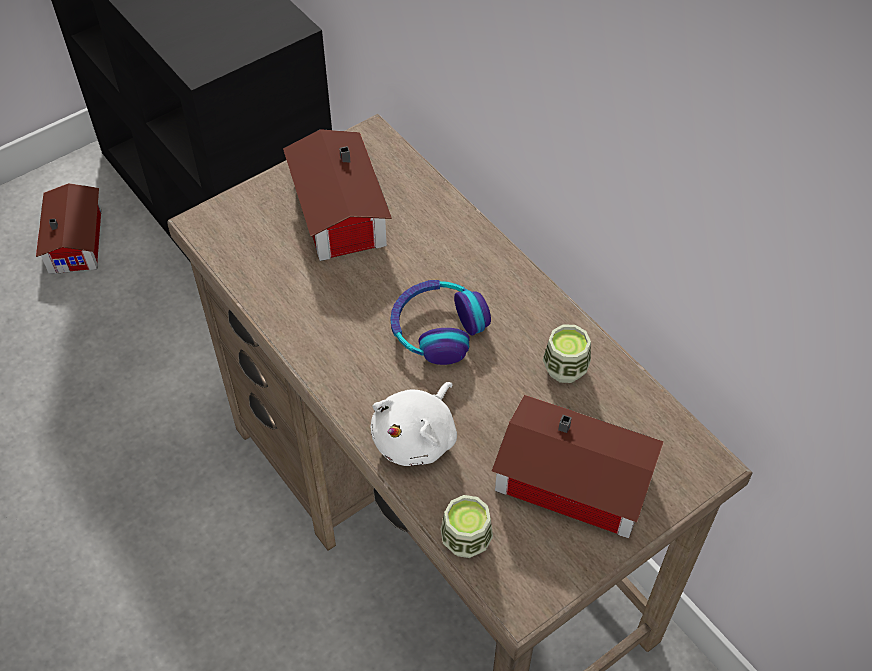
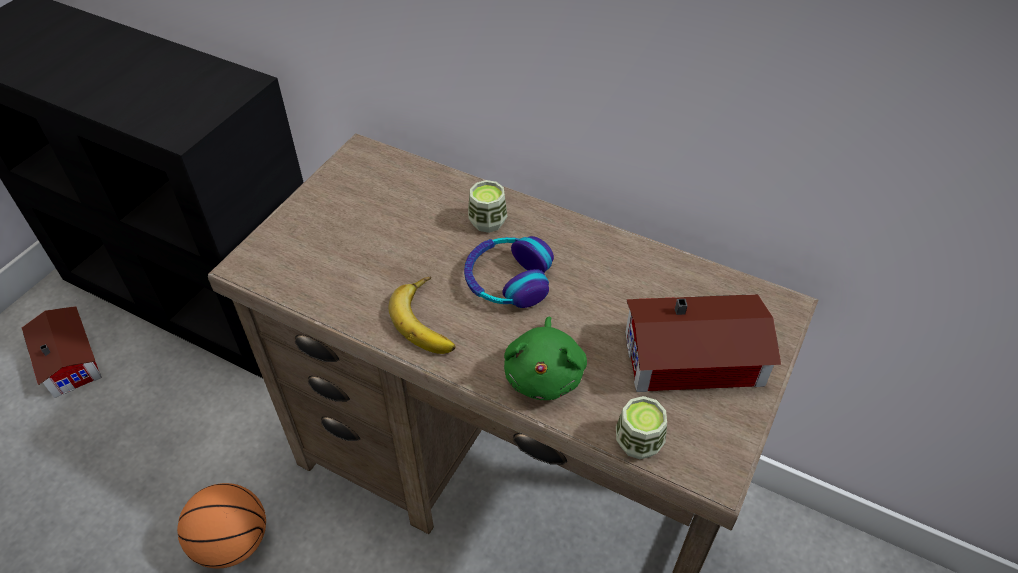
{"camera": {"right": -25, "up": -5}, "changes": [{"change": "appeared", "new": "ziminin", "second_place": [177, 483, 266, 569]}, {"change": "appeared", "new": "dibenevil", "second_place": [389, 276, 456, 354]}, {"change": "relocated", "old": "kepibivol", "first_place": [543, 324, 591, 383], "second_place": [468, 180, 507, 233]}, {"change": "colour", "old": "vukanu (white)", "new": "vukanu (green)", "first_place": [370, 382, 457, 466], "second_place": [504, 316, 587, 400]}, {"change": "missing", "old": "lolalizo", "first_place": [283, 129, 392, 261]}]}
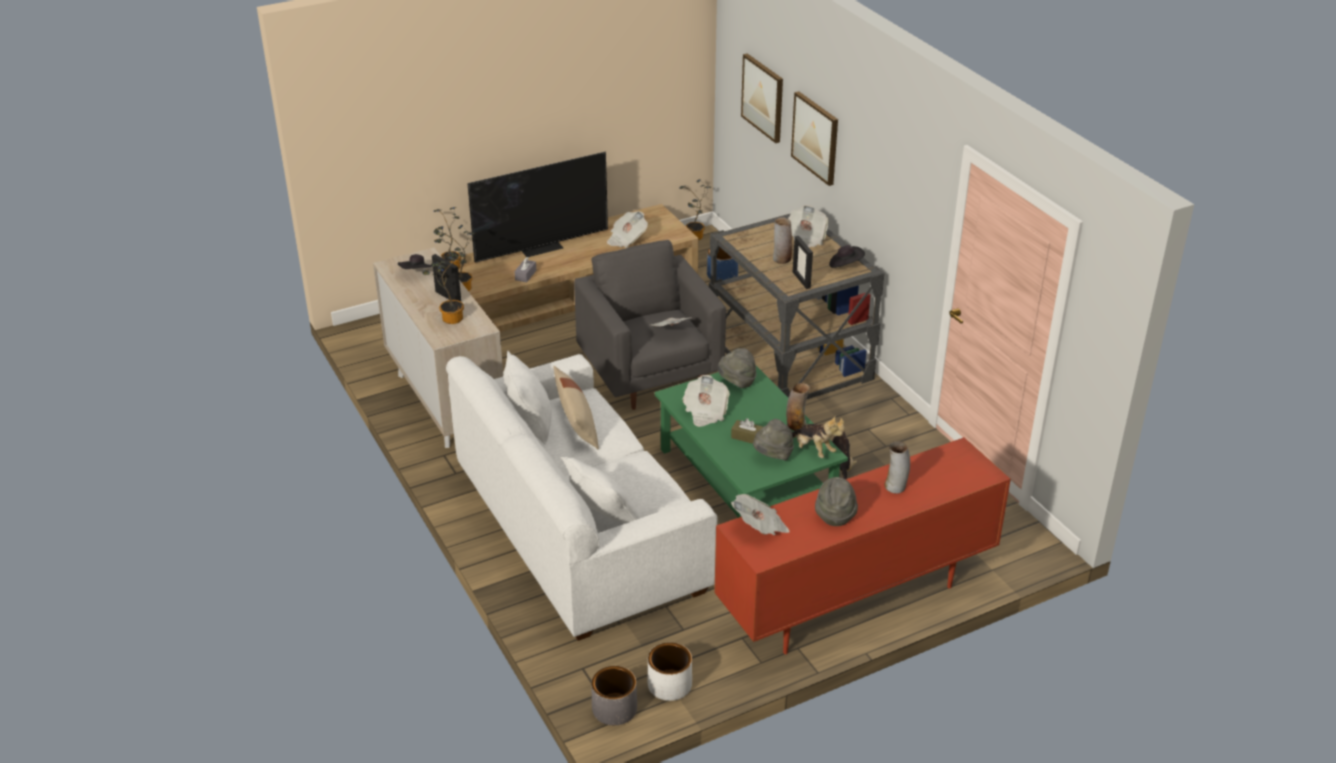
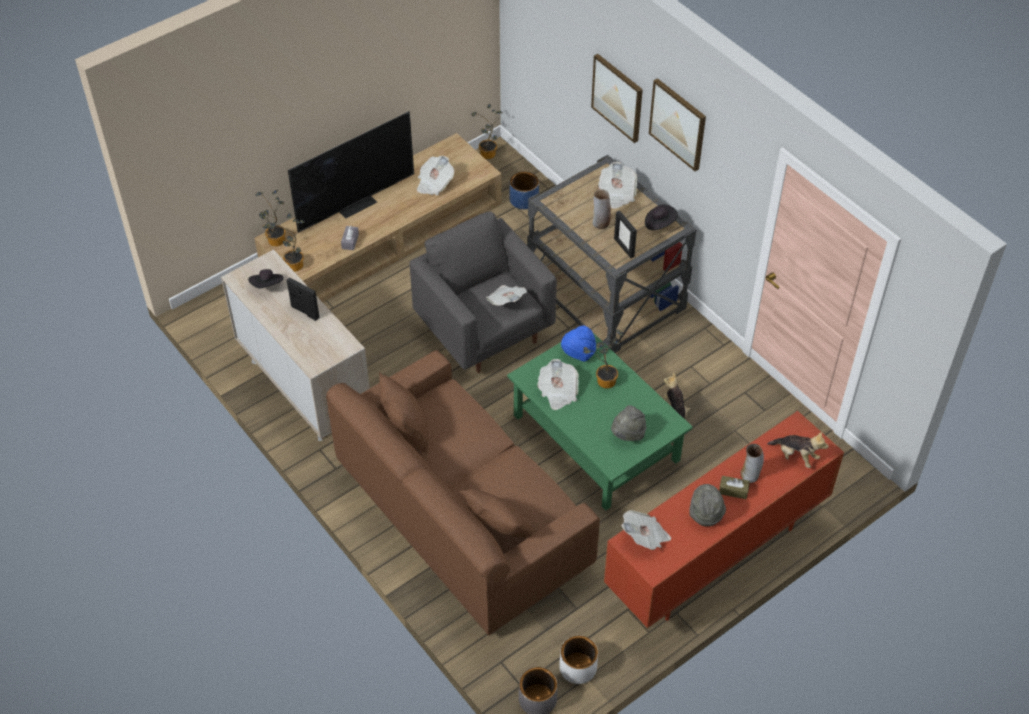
{"camera": {"right": -10, "up": 15}, "changes": [{"change": "colour", "old": "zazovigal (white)", "new": "zazovigal (brown)", "first_place": [446, 351, 717, 641], "second_place": [326, 350, 600, 635]}, {"change": "colour", "old": "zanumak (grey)", "new": "zanumak (blue)", "first_place": [718, 348, 756, 388], "second_place": [561, 326, 596, 362]}, {"change": "relocated", "old": "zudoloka", "first_place": [423, 252, 466, 324], "second_place": [583, 329, 623, 389]}, {"change": "relocated", "old": "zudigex", "first_place": [741, 53, 783, 143], "second_place": [649, 78, 706, 171]}, {"change": "relocated", "old": "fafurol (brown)", "first_place": [731, 418, 763, 444], "second_place": [719, 476, 750, 499]}, {"change": "relocated", "old": "vukanu", "first_place": [792, 416, 842, 458], "second_place": [767, 431, 829, 468]}, {"change": "missing", "old": "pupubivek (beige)", "first_place": [553, 366, 599, 449]}, {"change": "missing", "old": "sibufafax", "first_place": [786, 383, 810, 431]}]}
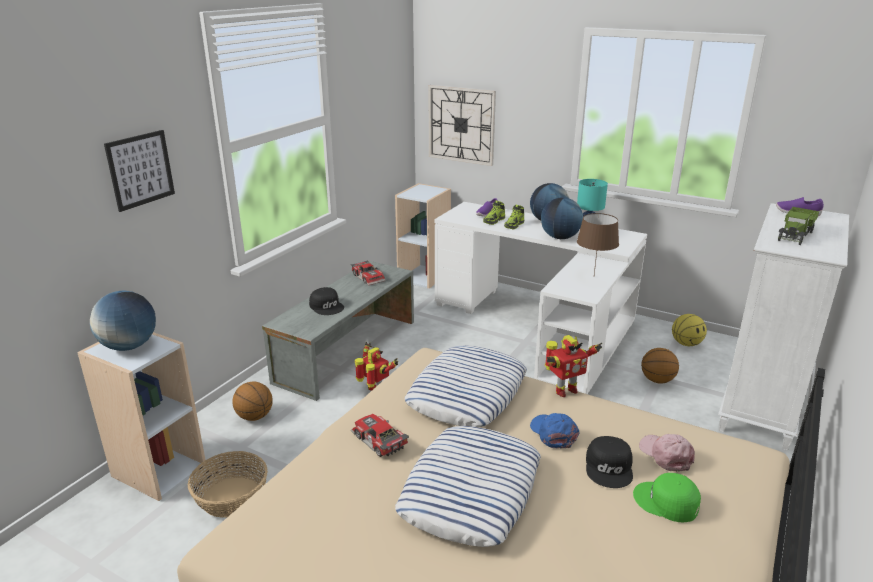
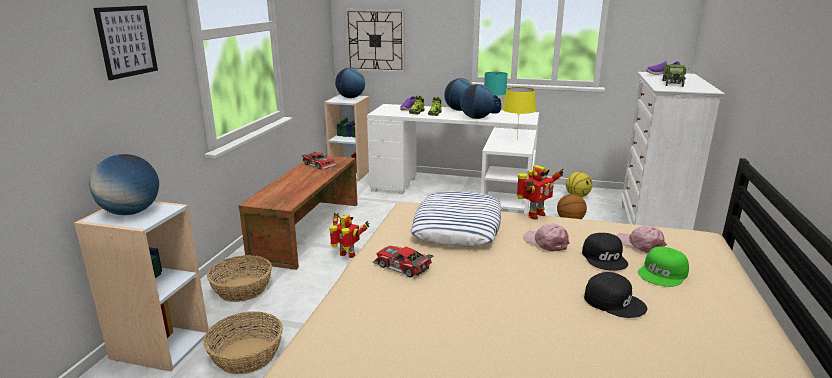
{"camera": {"right": -15, "up": -5}, "changes": [{"change": "exchanged", "old": "ziminin", "new": "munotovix", "first_place": [232, 382, 273, 421], "second_place": [207, 255, 272, 302]}, {"change": "colour", "old": "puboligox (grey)", "new": "puboligox (brown)", "first_place": [262, 261, 414, 401], "second_place": [238, 155, 358, 270]}, {"change": "appeared", "new": "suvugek", "second_place": [335, 68, 365, 98]}, {"change": "colour", "old": "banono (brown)", "new": "banono (yellow)", "first_place": [577, 213, 619, 275], "second_place": [502, 87, 536, 138]}, {"change": "colour", "old": "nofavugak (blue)", "new": "nofavugak (pink)", "first_place": [530, 413, 579, 449], "second_place": [523, 224, 569, 252]}, {"change": "relocated", "old": "nofavugak (black)", "first_place": [309, 287, 344, 315], "second_place": [584, 272, 647, 318]}, {"change": "spun", "old": "nofavugak (green)", "first_place": [633, 473, 701, 522], "second_place": [638, 247, 689, 287], "degrees": -60}, {"change": "missing", "old": "pupubivek", "first_place": [395, 426, 541, 547]}]}
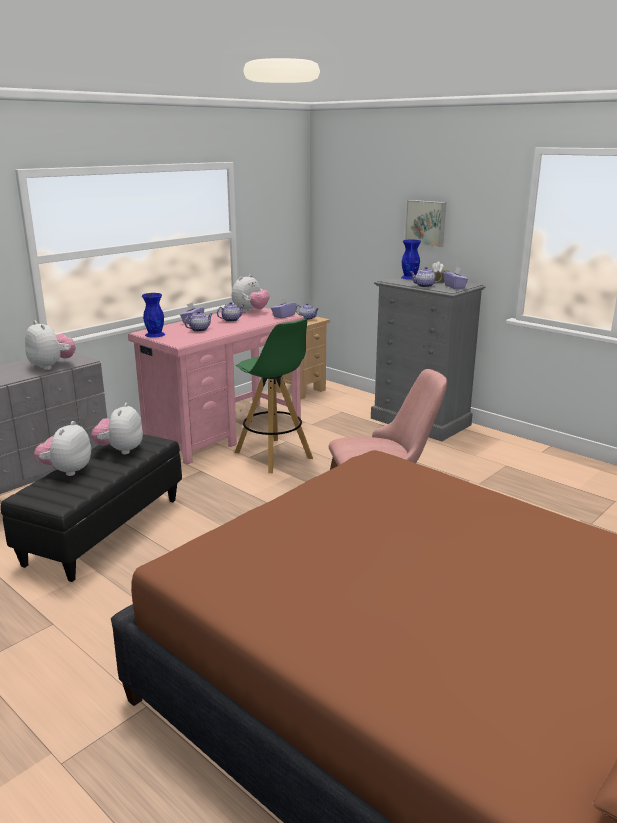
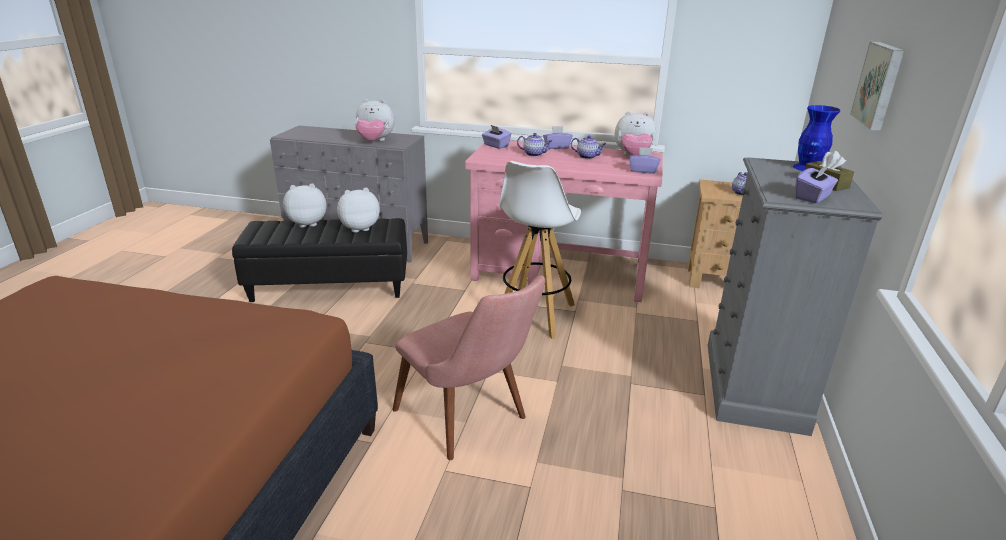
{"camera": {"right": 60, "up": 5}, "changes": [{"change": "spun", "old": "vukanu", "first_place": [25, 321, 76, 370], "second_place": [355, 99, 395, 141], "degrees": 75}, {"change": "exchanged", "old": "sibufafax (blue)", "new": "fafurol (purple)", "first_place": [142, 293, 165, 338], "second_place": [482, 125, 511, 149]}, {"change": "colour", "old": "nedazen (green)", "new": "nedazen (white)", "first_place": [235, 318, 313, 473], "second_place": [500, 161, 581, 339]}, {"change": "missing", "old": "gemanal", "first_place": [410, 267, 442, 287]}]}
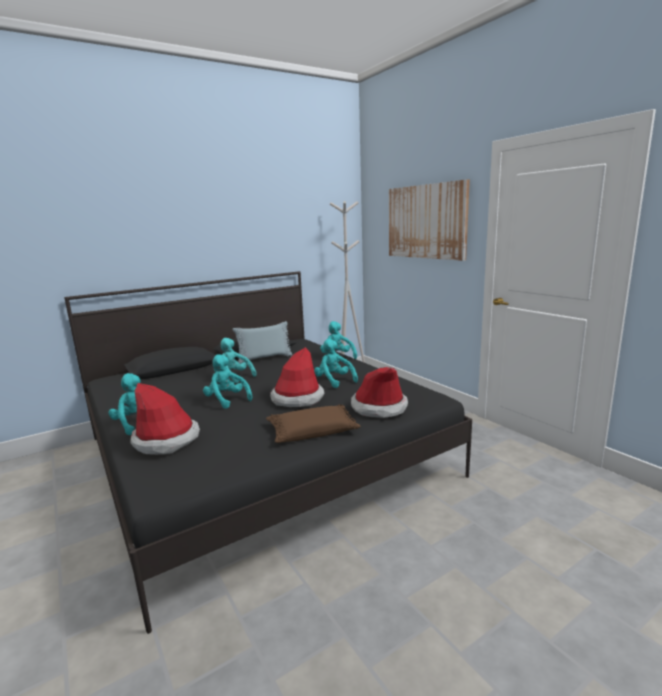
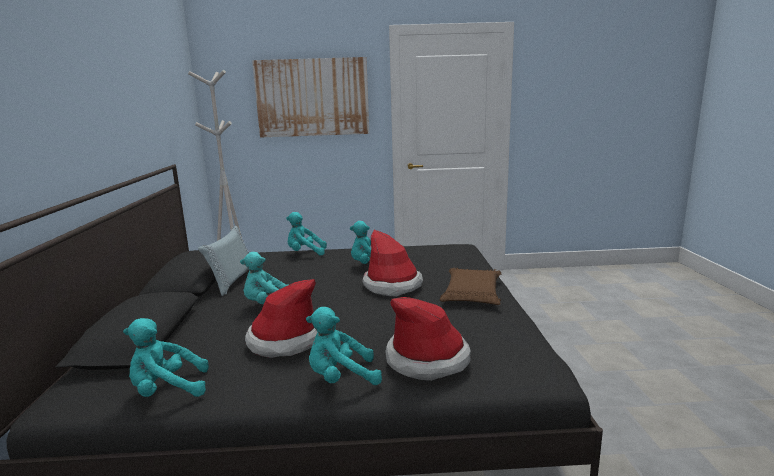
{"camera": {"right": -60, "up": 0}, "changes": [{"change": "relocated", "old": "vukanu (turquoise)", "first_place": [203, 354, 252, 409], "second_place": [123, 318, 209, 397]}, {"change": "relocated", "old": "zanumak", "first_place": [351, 367, 408, 418], "second_place": [245, 279, 317, 358]}]}
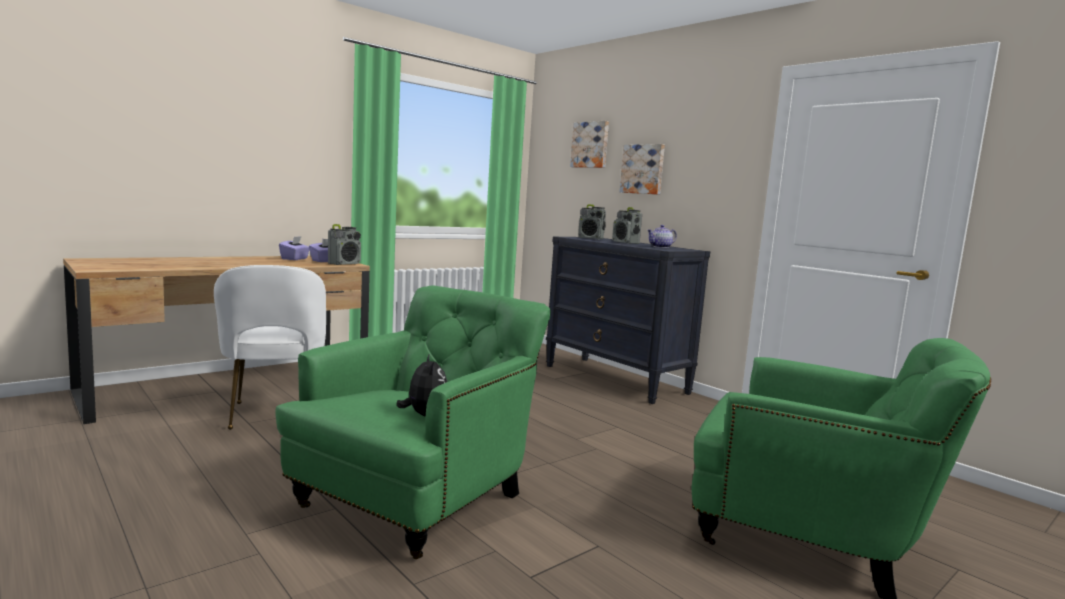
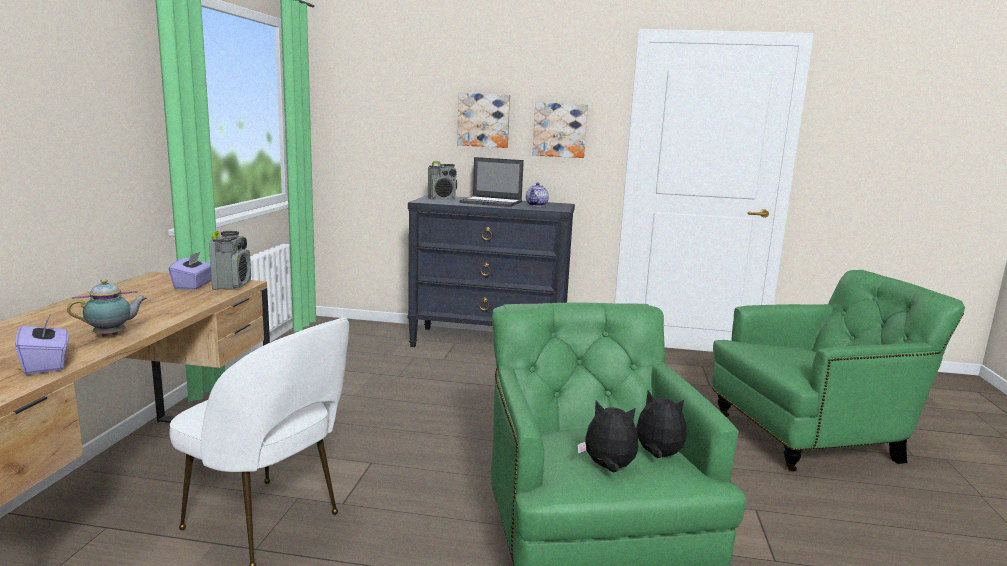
{"camera": {"right": -40, "up": 5}, "changes": [{"change": "relocated", "old": "fafurol (purple)", "first_place": [279, 236, 310, 260], "second_place": [15, 313, 69, 375]}, {"change": "appeared", "new": "gemanal", "second_place": [67, 279, 147, 336]}, {"change": "exchanged", "old": "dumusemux", "new": "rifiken", "first_place": [612, 207, 642, 244], "second_place": [459, 157, 524, 207]}, {"change": "relocated", "old": "zudigex", "first_place": [570, 121, 609, 168], "second_place": [533, 102, 588, 158]}, {"change": "appeared", "new": "vukanu", "second_place": [577, 401, 639, 473]}]}
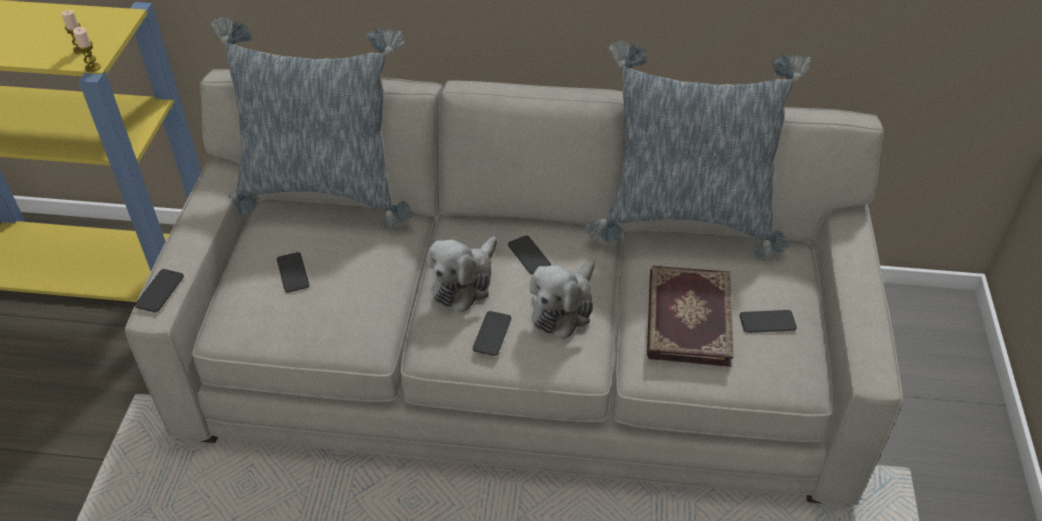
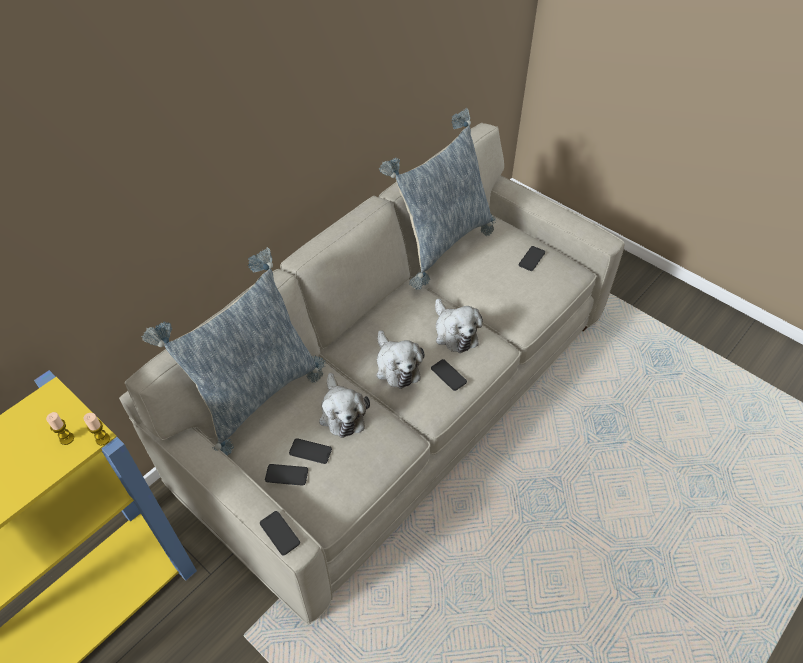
{"camera": {"right": -55, "up": 5}, "changes": [{"change": "relocated", "old": "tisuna", "first_place": [508, 236, 551, 274], "second_place": [265, 464, 308, 486]}, {"change": "appeared", "new": "vukanu", "second_place": [319, 373, 370, 438]}, {"change": "missing", "old": "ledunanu", "first_place": [647, 266, 734, 367]}]}
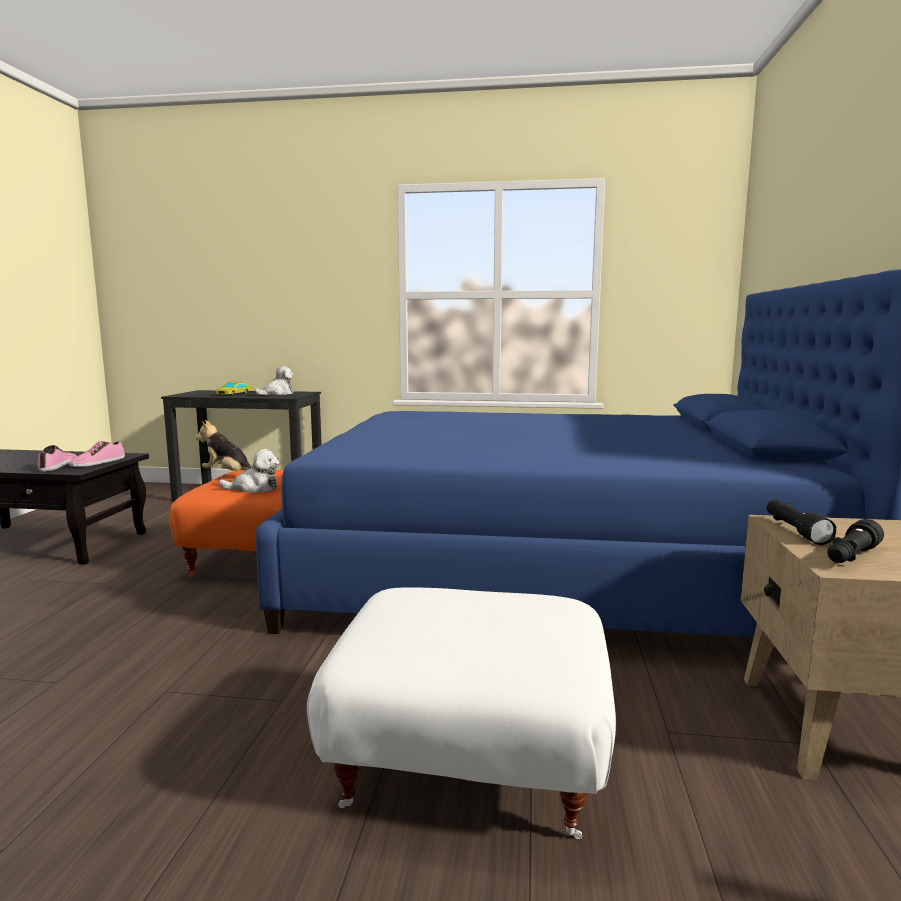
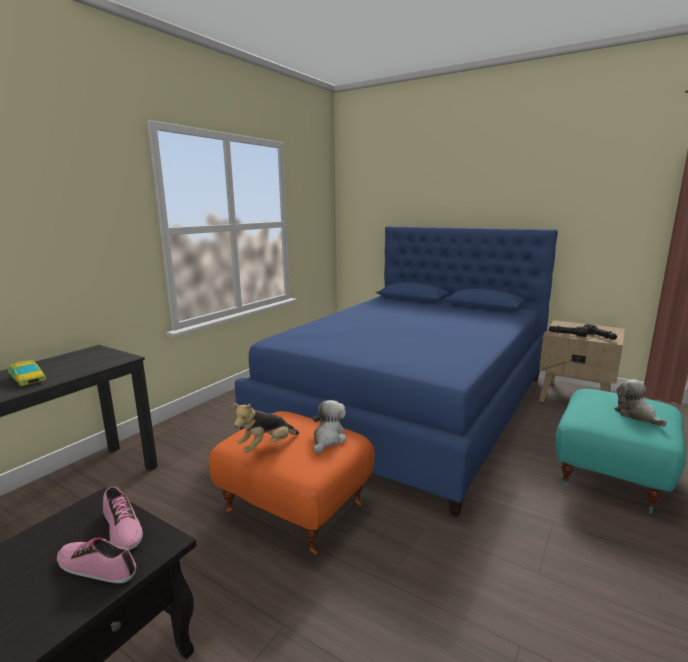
{"camera": {"right": -65, "up": 5}, "changes": [{"change": "colour", "old": "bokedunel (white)", "new": "bokedunel (turquoise)", "first_place": [307, 587, 616, 839], "second_place": [556, 389, 686, 514]}, {"change": "relocated", "old": "vukanu", "first_place": [255, 366, 294, 395], "second_place": [614, 380, 667, 427]}]}
